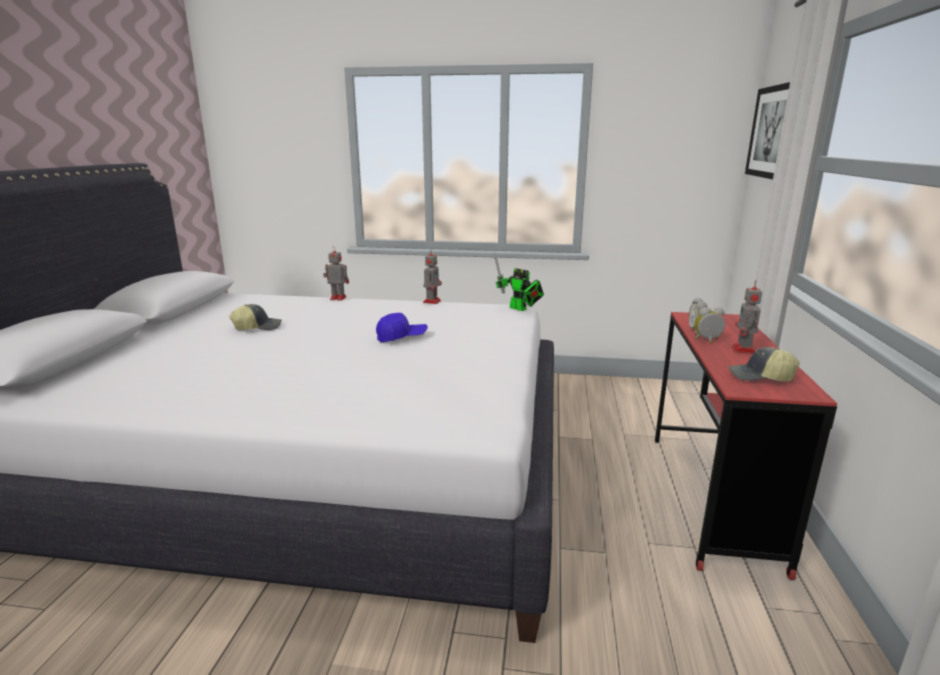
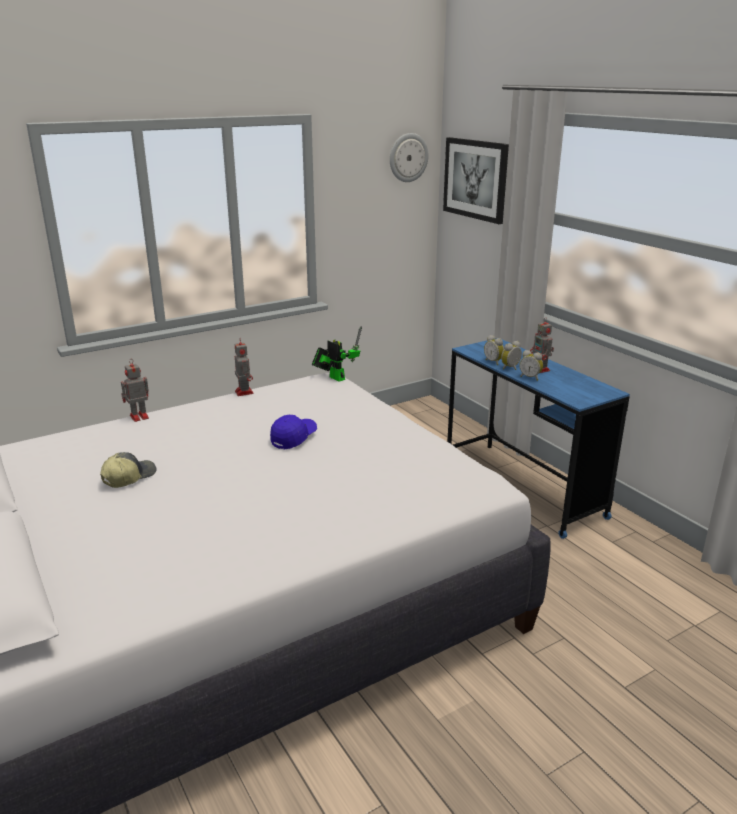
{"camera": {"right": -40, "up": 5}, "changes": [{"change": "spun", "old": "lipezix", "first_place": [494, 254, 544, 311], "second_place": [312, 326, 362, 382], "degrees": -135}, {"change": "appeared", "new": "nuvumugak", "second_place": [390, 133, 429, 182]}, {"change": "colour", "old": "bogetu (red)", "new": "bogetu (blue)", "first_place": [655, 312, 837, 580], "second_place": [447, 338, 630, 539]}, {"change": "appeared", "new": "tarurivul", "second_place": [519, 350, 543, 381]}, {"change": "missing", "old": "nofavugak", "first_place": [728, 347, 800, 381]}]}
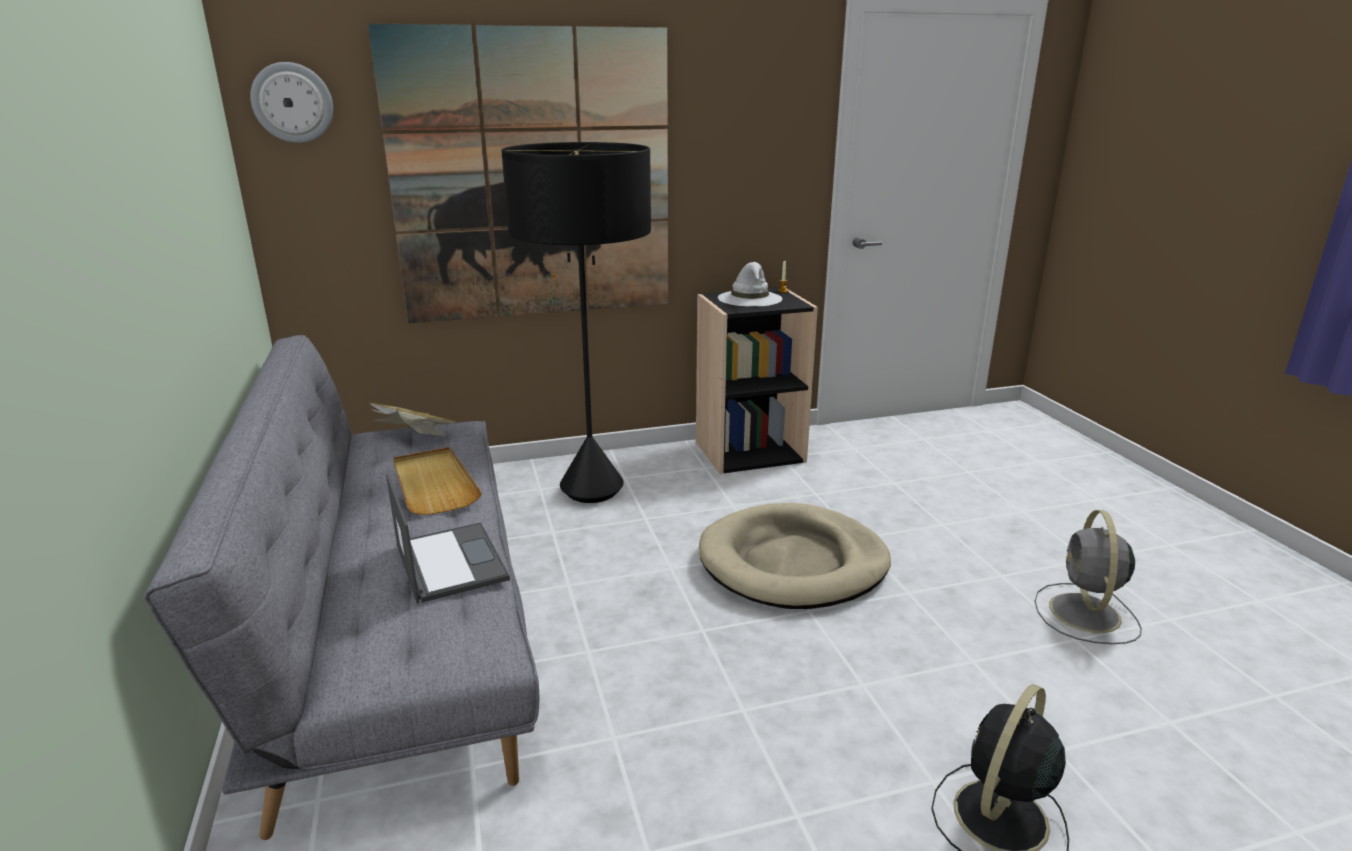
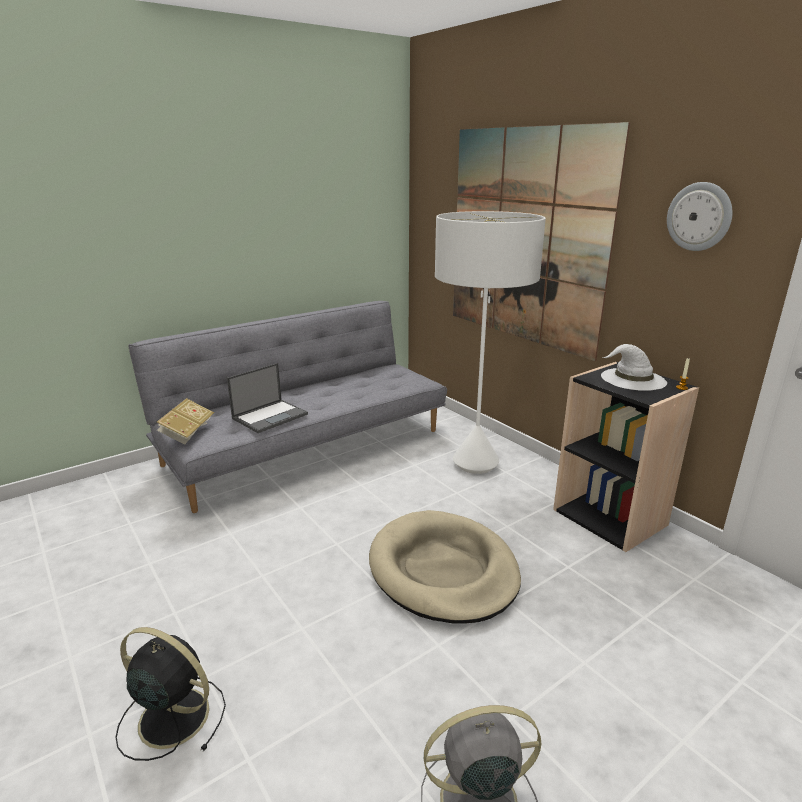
{"camera": {"right": 70, "up": 0}, "changes": [{"change": "relocated", "old": "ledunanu", "first_place": [370, 403, 456, 436], "second_place": [157, 398, 214, 445]}, {"change": "colour", "old": "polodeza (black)", "new": "polodeza (white)", "first_place": [502, 142, 651, 503], "second_place": [435, 211, 546, 474]}, {"change": "relocated", "old": "nuvumugak", "first_place": [250, 62, 333, 143], "second_place": [667, 182, 733, 251]}, {"change": "missing", "old": "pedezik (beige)", "first_place": [393, 447, 482, 515]}]}
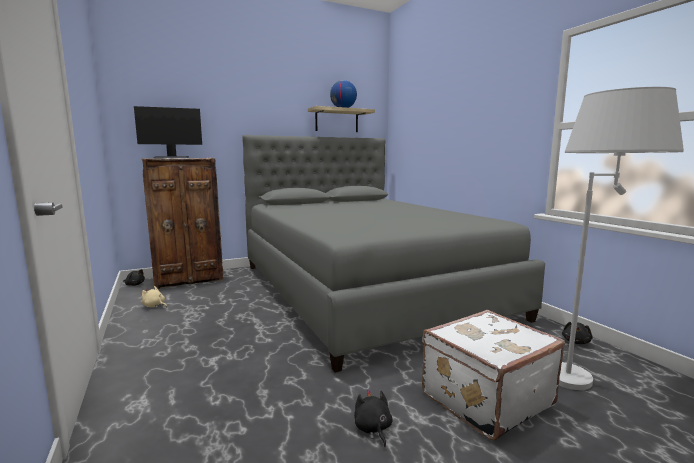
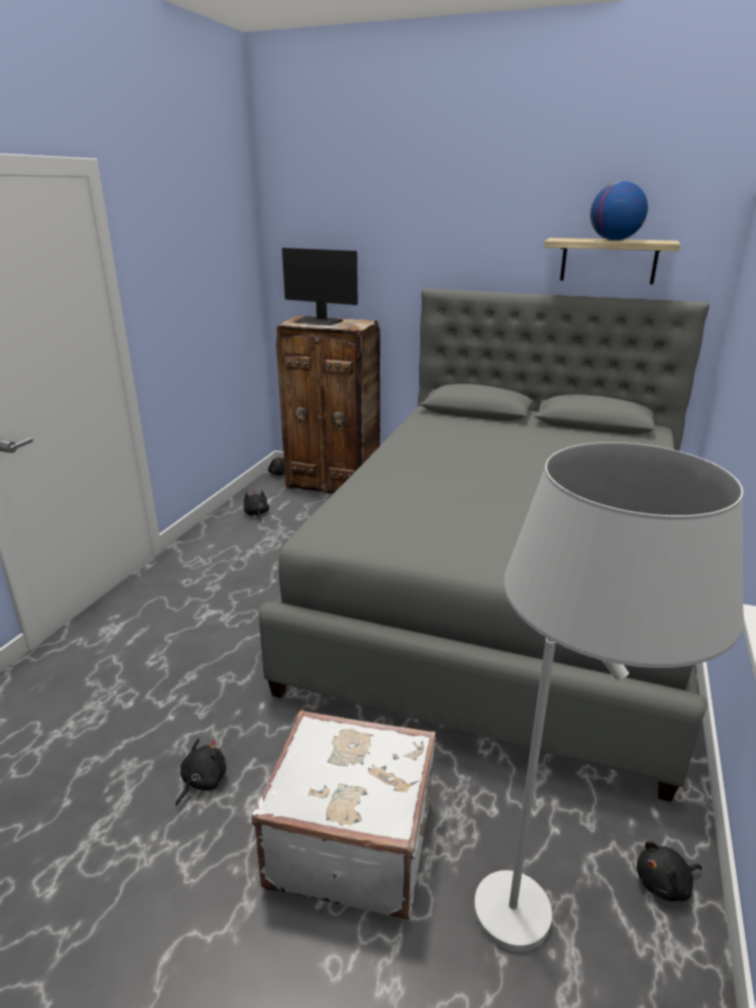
{"camera": {"right": 45, "up": 15}, "changes": [{"change": "colour", "old": "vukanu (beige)", "new": "vukanu (black)", "first_place": [142, 286, 167, 308], "second_place": [244, 490, 269, 520]}]}
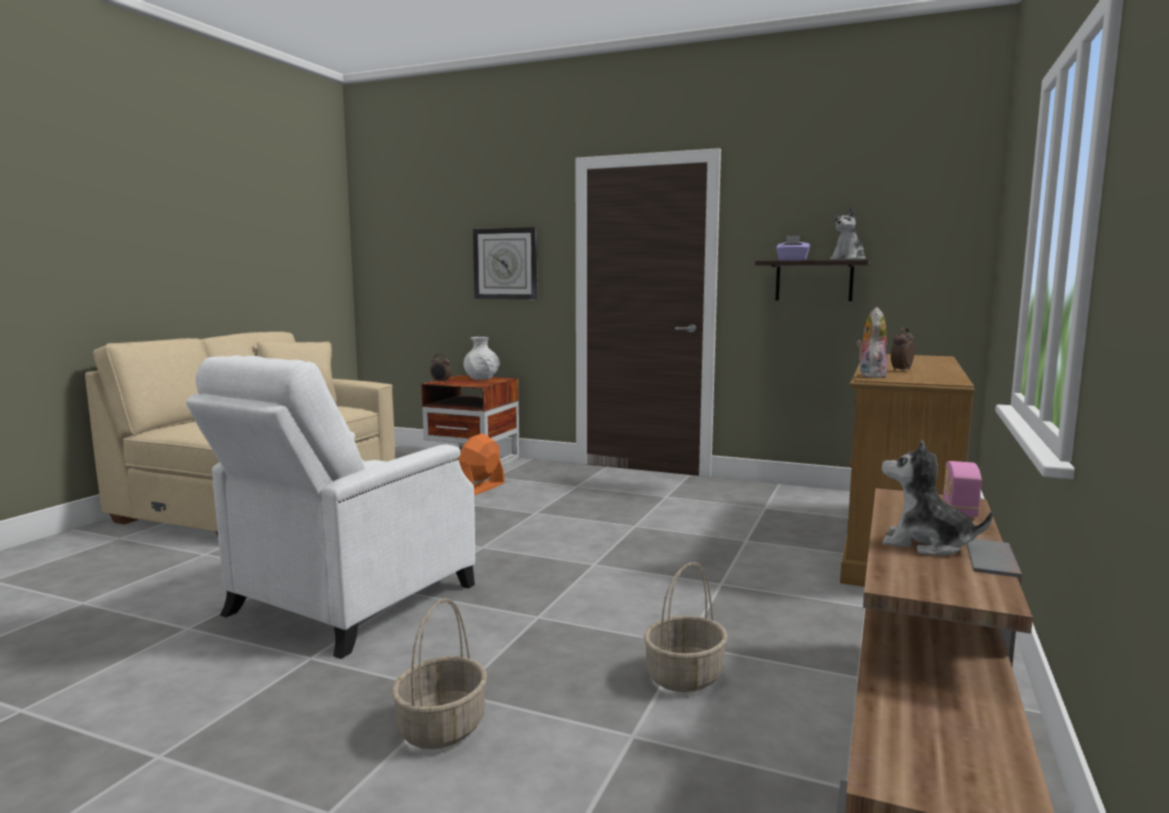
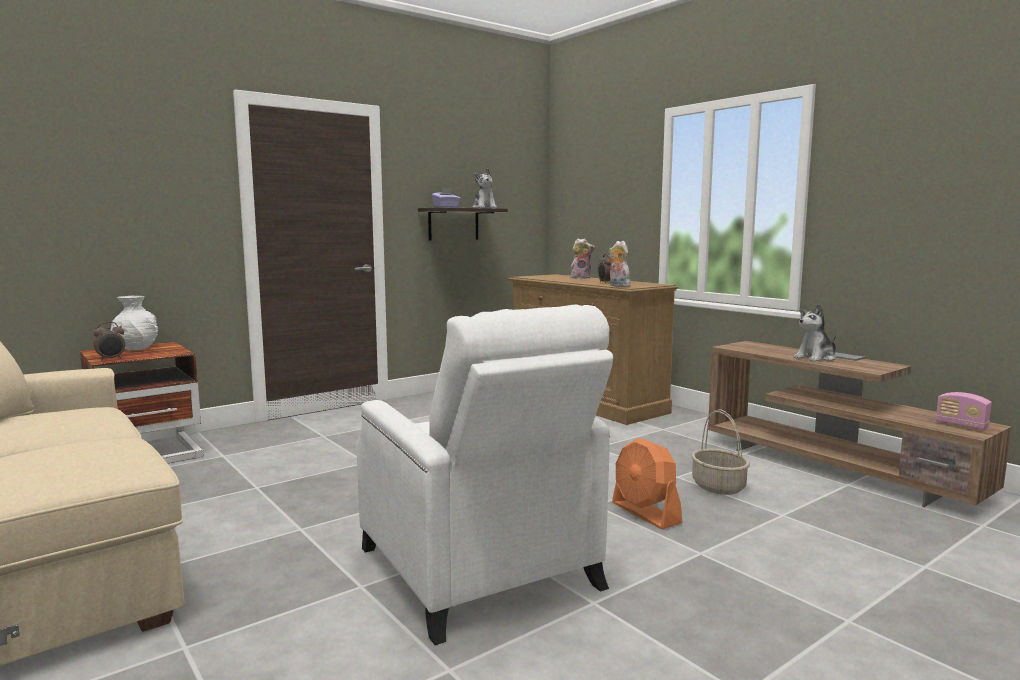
{"camera": {"right": -60, "up": 0}, "changes": [{"change": "appeared", "new": "vukanu", "second_place": [571, 238, 595, 279]}, {"change": "relocated", "old": "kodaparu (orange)", "first_place": [458, 433, 505, 495], "second_place": [612, 438, 682, 529]}, {"change": "relocated", "old": "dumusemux", "first_place": [943, 461, 982, 517], "second_place": [936, 392, 992, 430]}, {"change": "missing", "old": "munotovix", "first_place": [392, 598, 487, 749]}, {"change": "missing", "old": "nuvumugak", "first_place": [473, 227, 538, 299]}]}
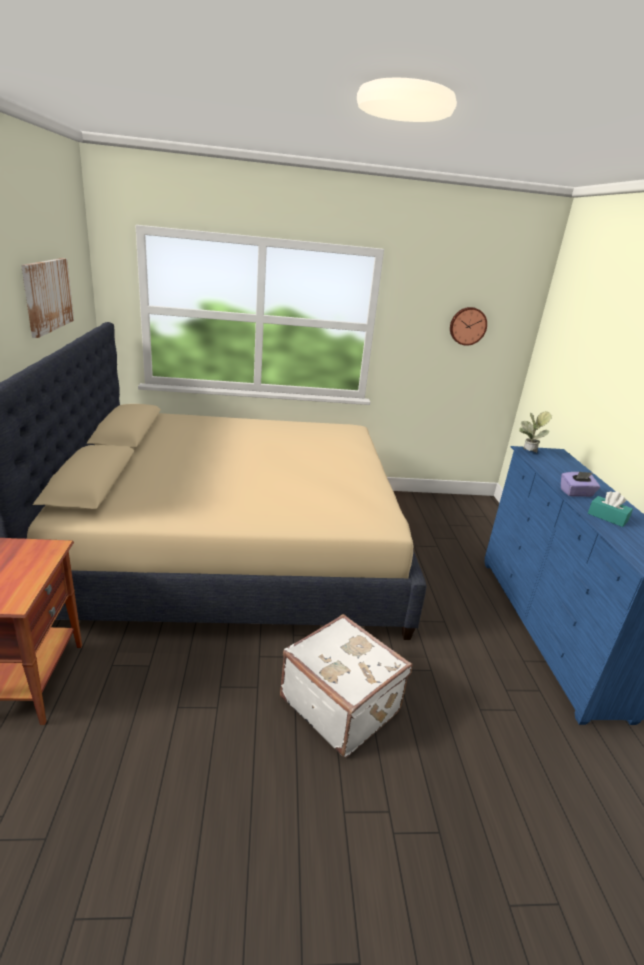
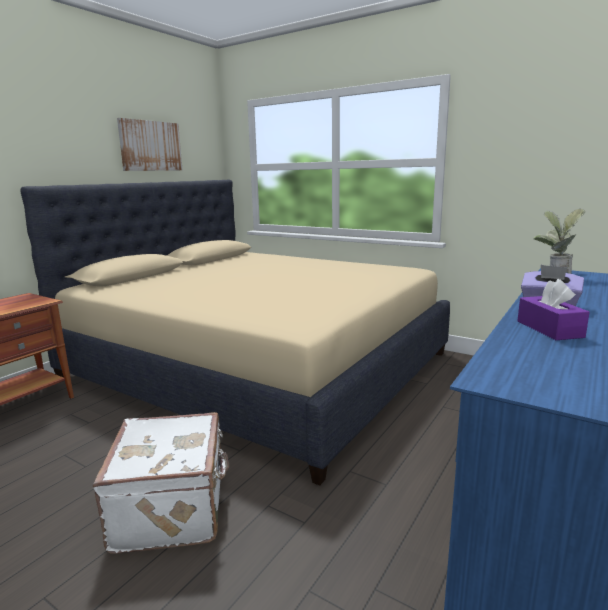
{"camera": {"right": 40, "up": -10}, "changes": [{"change": "colour", "old": "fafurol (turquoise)", "new": "fafurol (purple)", "first_place": [588, 491, 633, 527], "second_place": [517, 279, 590, 340]}, {"change": "missing", "old": "nuvumugak", "first_place": [450, 307, 487, 346]}]}
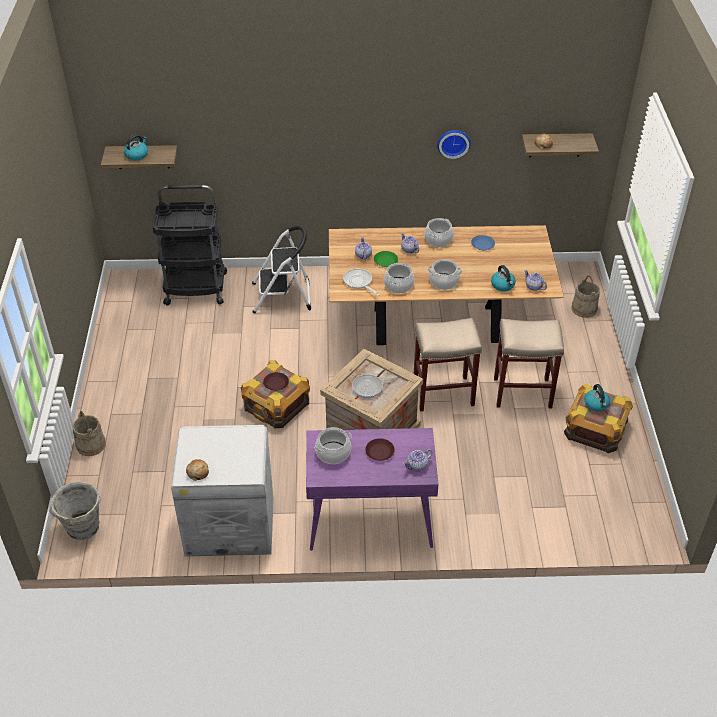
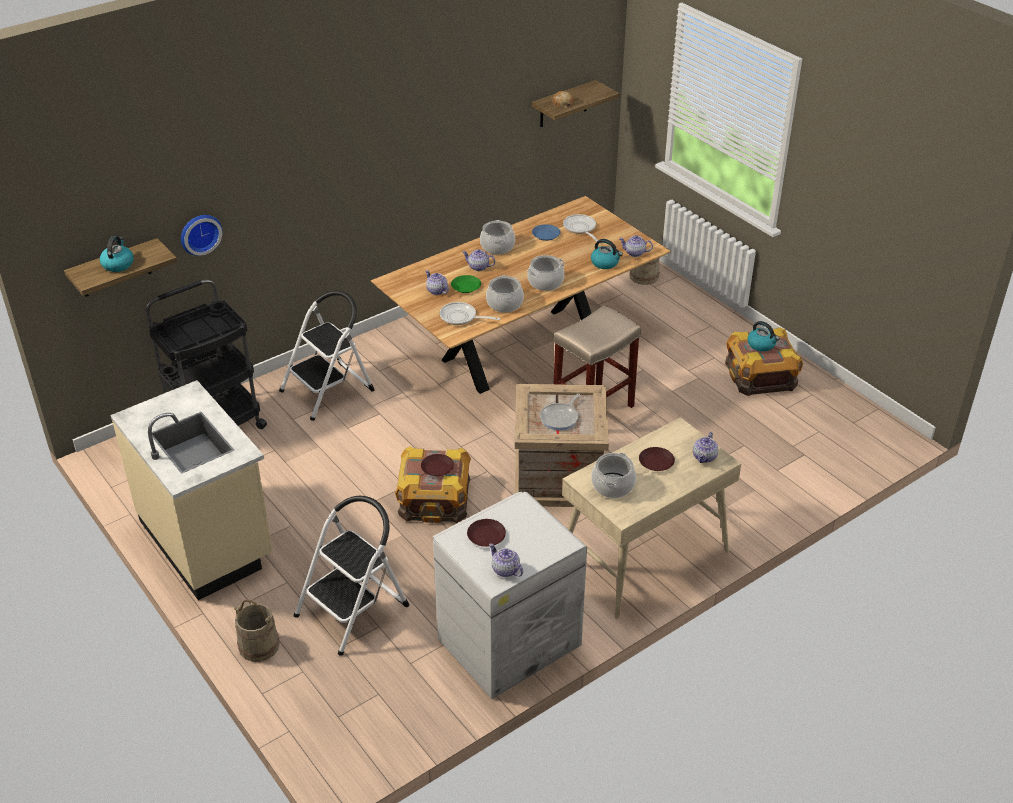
{"camera": {"right": -35, "up": -5}, "changes": [{"change": "appeared", "new": "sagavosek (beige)", "second_place": [110, 380, 273, 600]}, {"change": "relocated", "old": "nuvumugak", "first_place": [437, 130, 471, 159], "second_place": [181, 215, 222, 256]}, {"change": "appeared", "new": "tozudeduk", "second_place": [294, 496, 409, 656]}, {"change": "appeared", "new": "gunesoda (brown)", "second_place": [467, 519, 506, 547]}, {"change": "exchanged", "old": "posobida", "new": "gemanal", "first_place": [186, 459, 209, 481], "second_place": [489, 543, 523, 577]}, {"change": "colour", "old": "bogetu (purple)", "new": "bogetu (beige)", "first_place": [306, 428, 439, 551], "second_place": [562, 417, 741, 619]}, {"change": "appeared", "new": "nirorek", "second_place": [563, 214, 598, 242]}, {"change": "missing", "old": "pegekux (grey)", "first_place": [49, 481, 101, 540]}, {"change": "missing", "old": "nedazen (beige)", "first_place": [494, 319, 564, 408]}]}
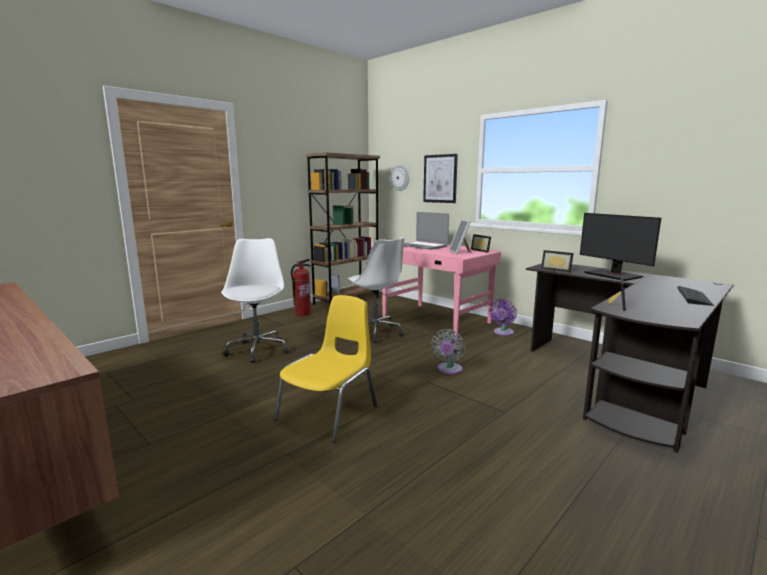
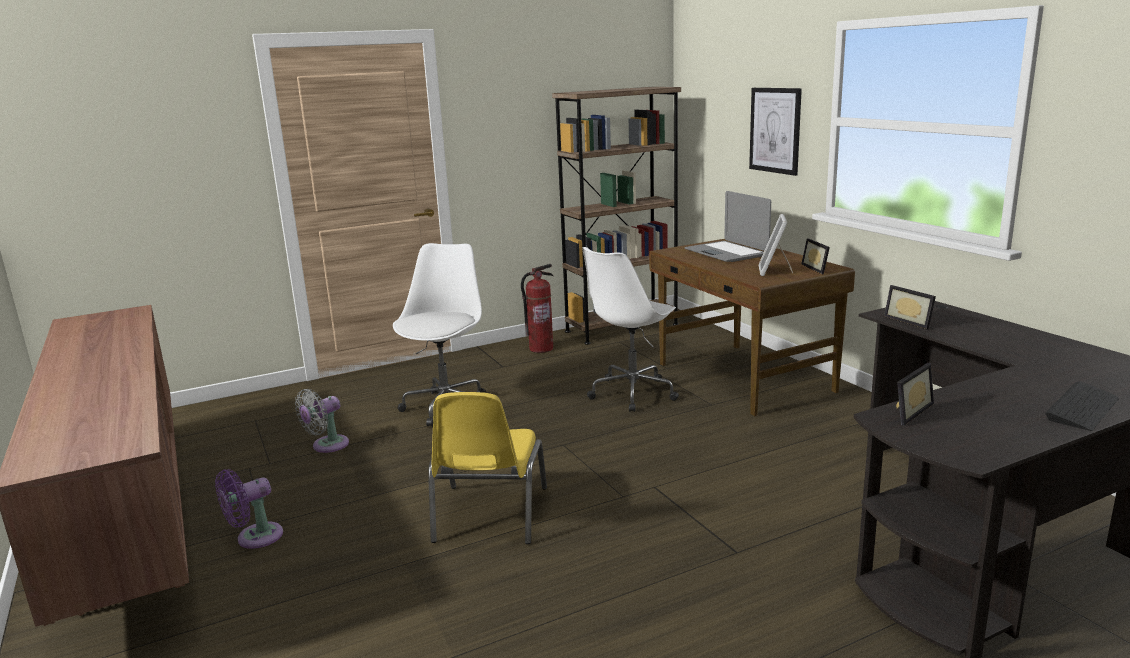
{"camera": {"right": 20, "up": 5}, "changes": [{"change": "relocated", "old": "kodaparu (purple)", "first_place": [489, 299, 517, 336], "second_place": [215, 469, 283, 549]}, {"change": "relocated", "old": "kodaparu (grey)", "first_place": [432, 329, 465, 374], "second_place": [295, 389, 349, 453]}, {"change": "spun", "old": "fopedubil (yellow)", "first_place": [274, 295, 377, 443], "second_place": [428, 392, 547, 544], "degrees": 135}, {"change": "spun", "old": "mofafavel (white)", "first_place": [348, 237, 405, 343], "second_place": [582, 247, 679, 412], "degrees": 60}, {"change": "colour", "old": "bogetu (pink)", "new": "bogetu (brown)", "first_place": [382, 241, 501, 337], "second_place": [649, 239, 855, 416]}, {"change": "missing", "old": "nuvumugak", "first_place": [390, 165, 409, 191]}, {"change": "missing", "old": "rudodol", "first_place": [580, 213, 661, 281]}]}
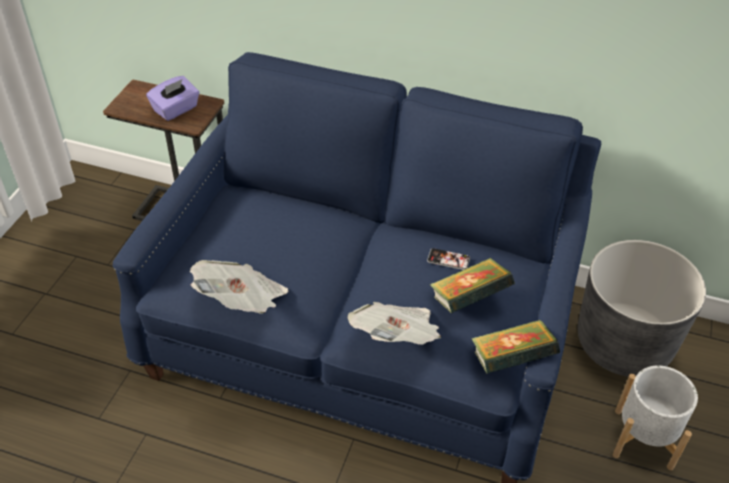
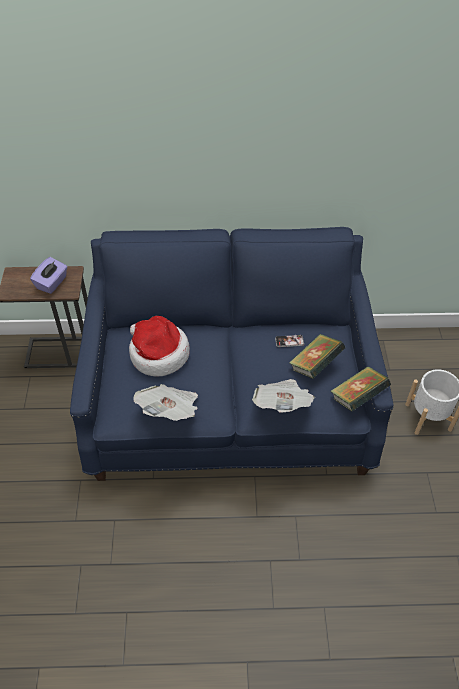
{"camera": {"right": -20, "up": 5}, "changes": [{"change": "appeared", "new": "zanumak", "second_place": [129, 316, 190, 377]}, {"change": "missing", "old": "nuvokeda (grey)", "first_place": [577, 240, 706, 376]}]}
